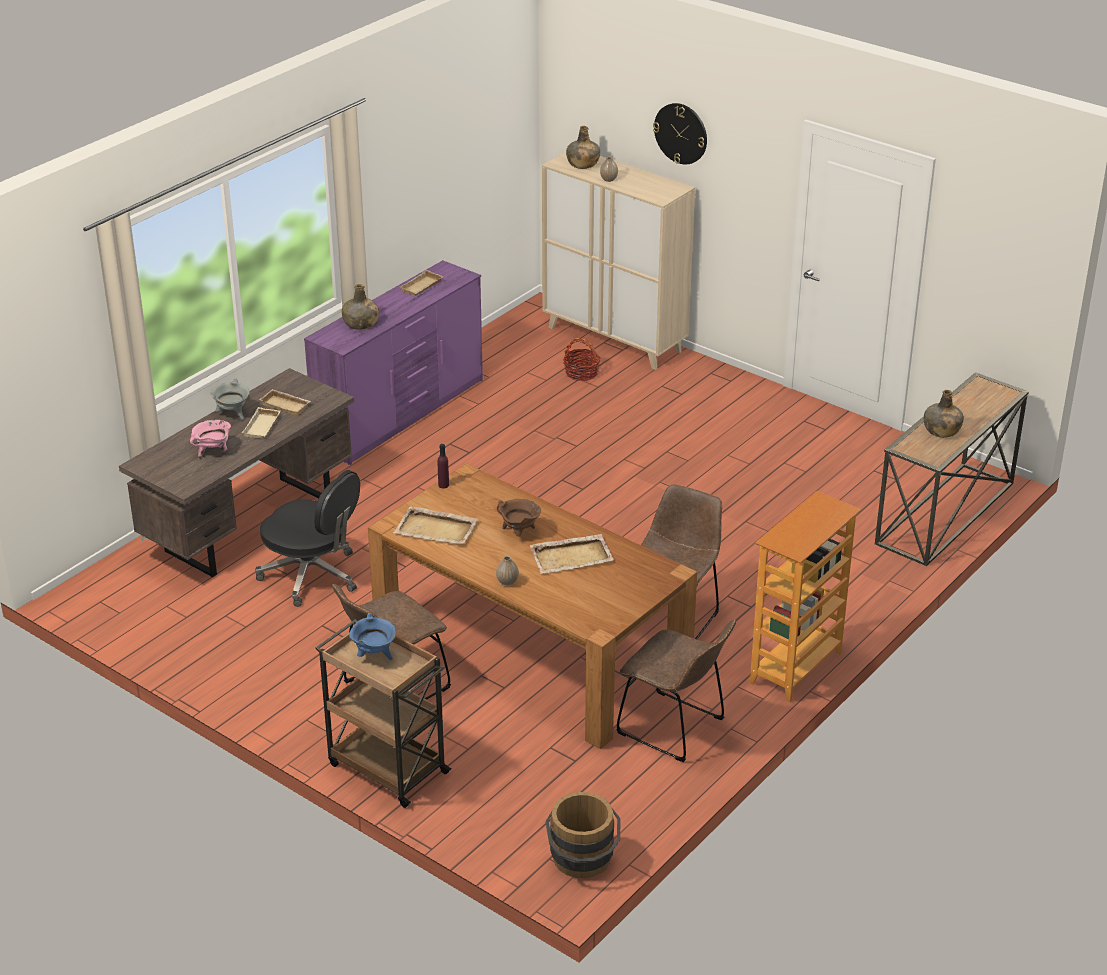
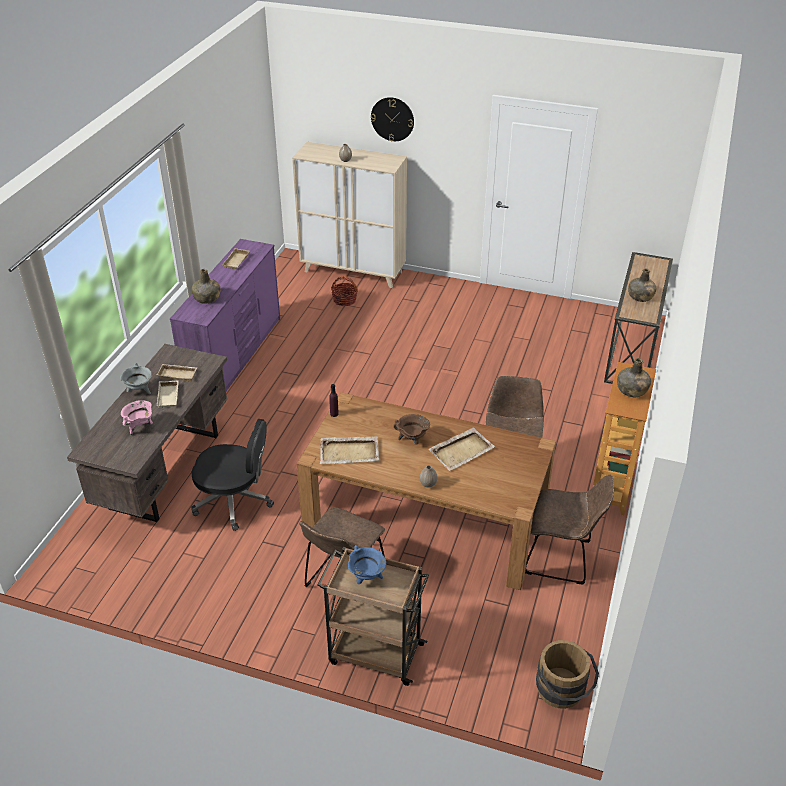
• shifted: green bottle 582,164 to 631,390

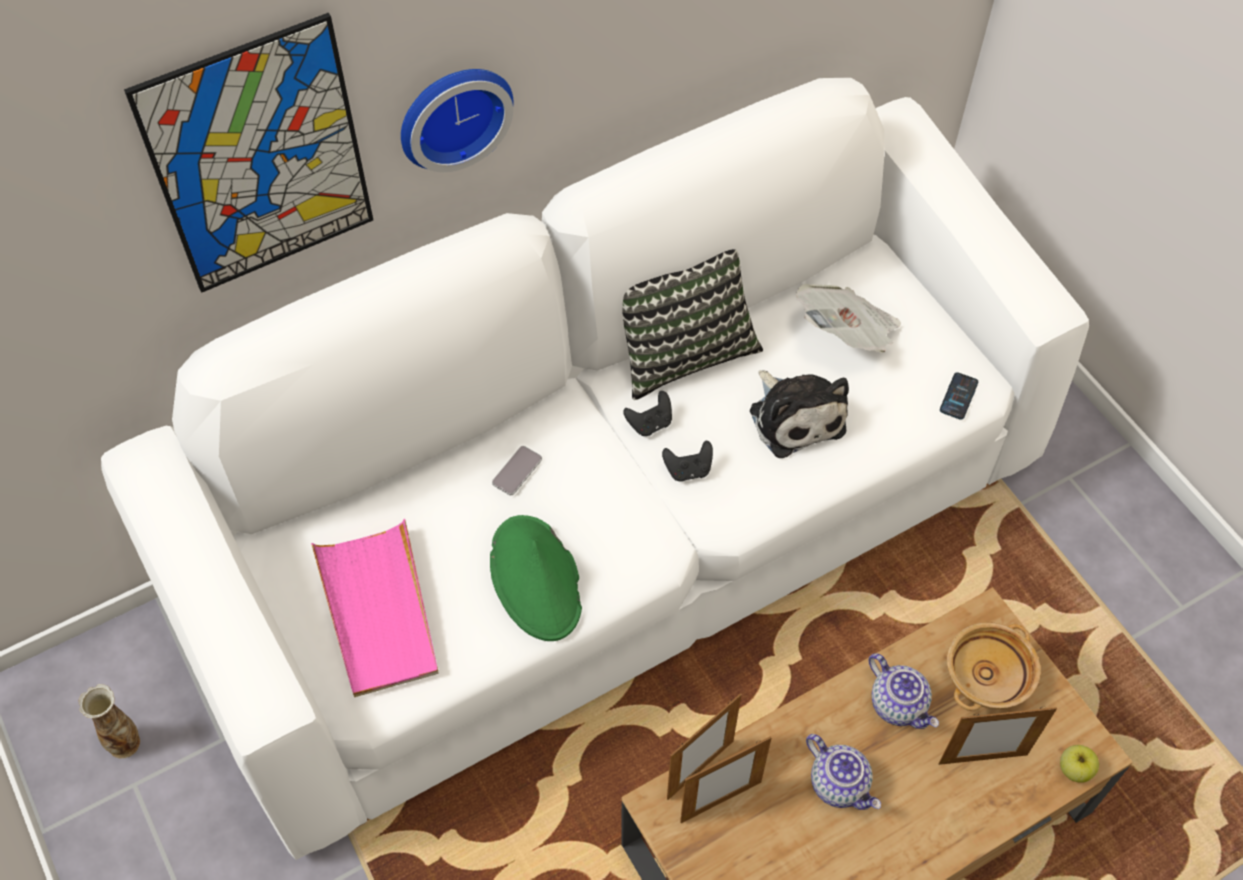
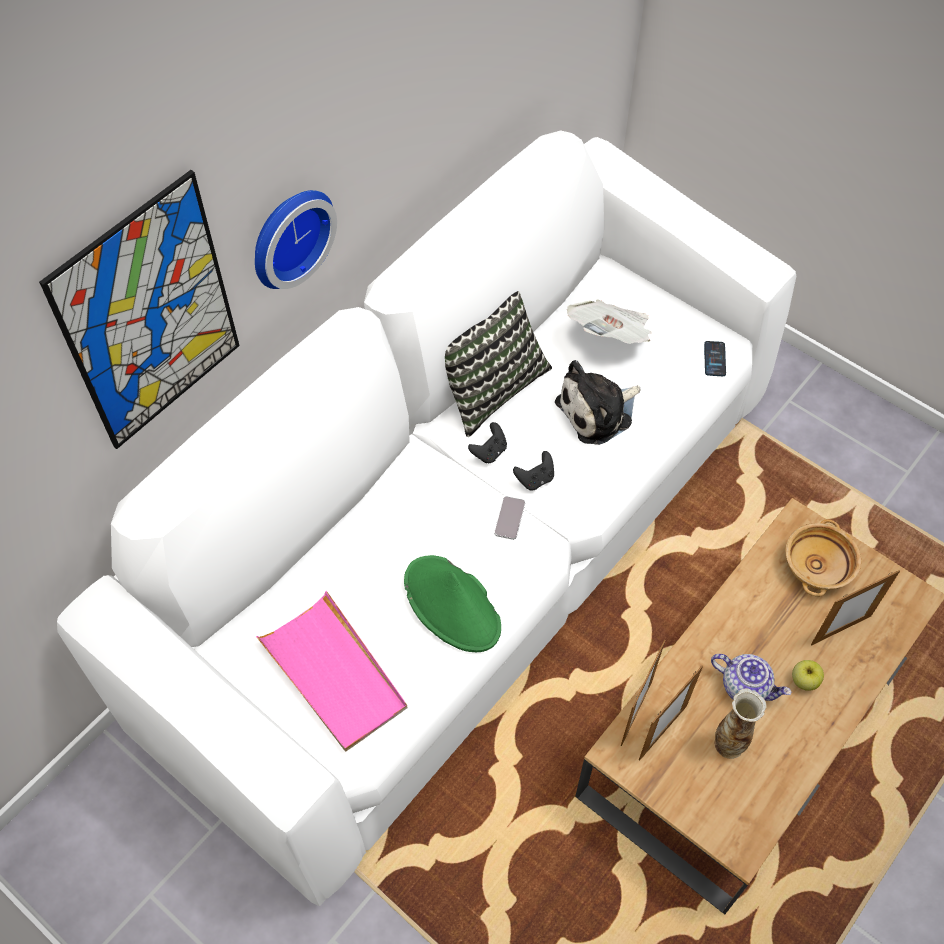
• gone: tea pot 899,704
• shifted: decorative vase 125,743 to 729,743
• shifted: handset 517,471 to 509,518
• shifted: whole apple 1074,769 to 804,680
• rotated: soft toy 795,416 = 598,412 105 degrees clockwise

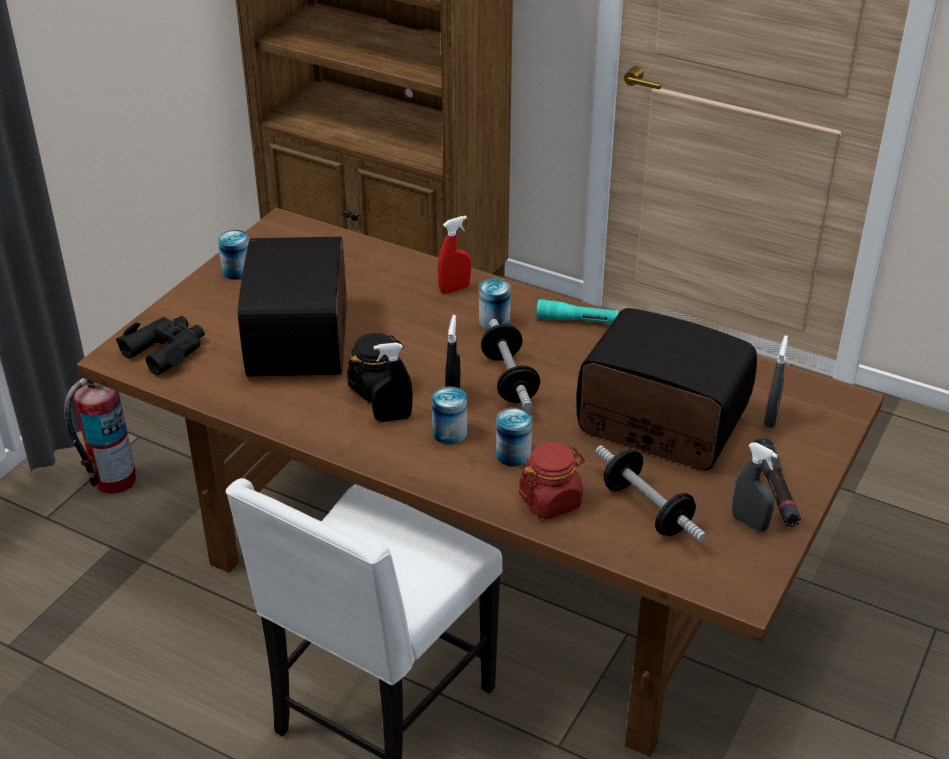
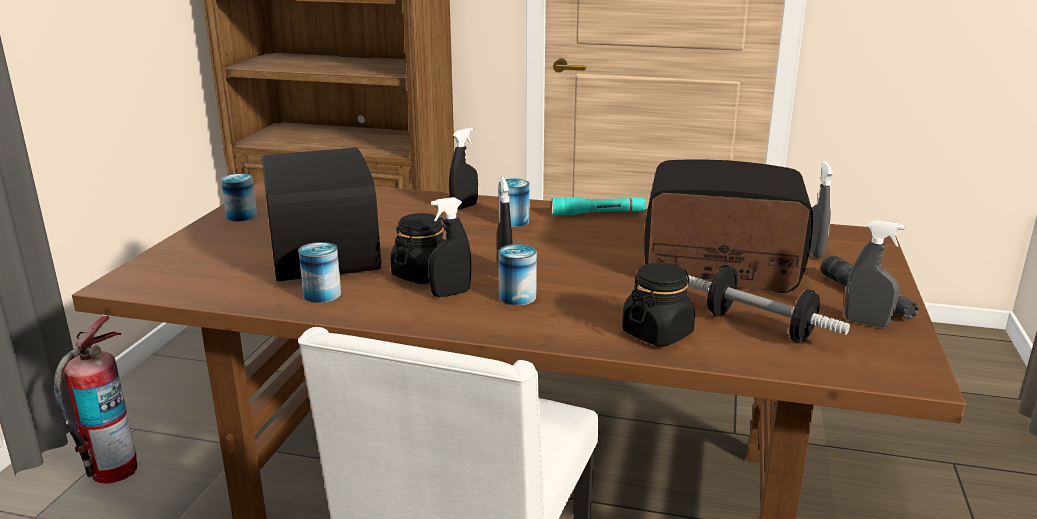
• gone: black pair of binoculars 166,350
• gone: hand weight 509,379
• shifted: can 513,454 to 322,294
• repainted: reddish hand sprayer 454,289 to black hand sprayer 464,207
• repainted: reddish storage jar 550,501 to black storage jar 657,333

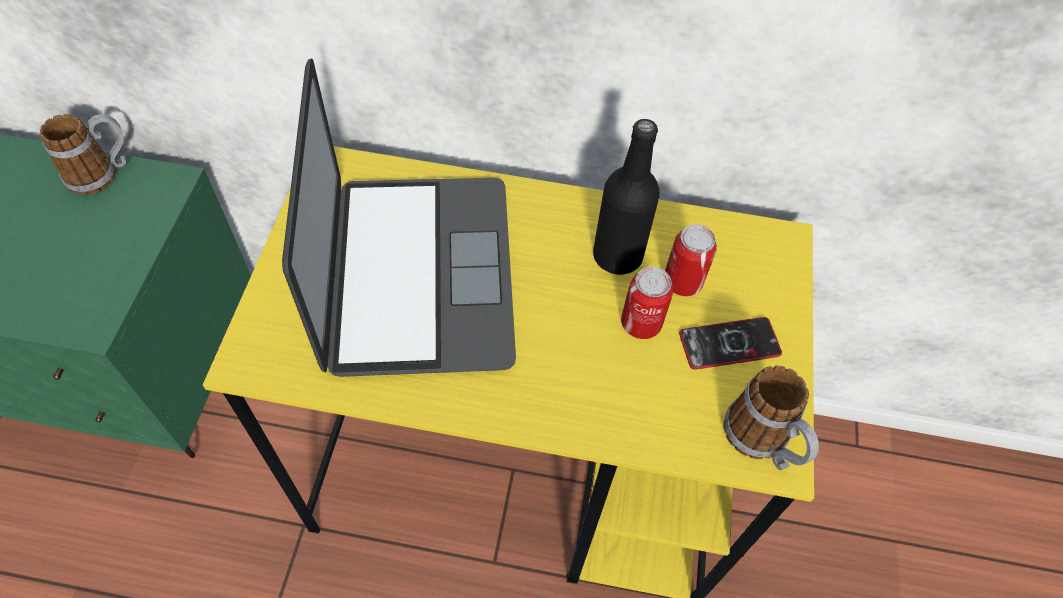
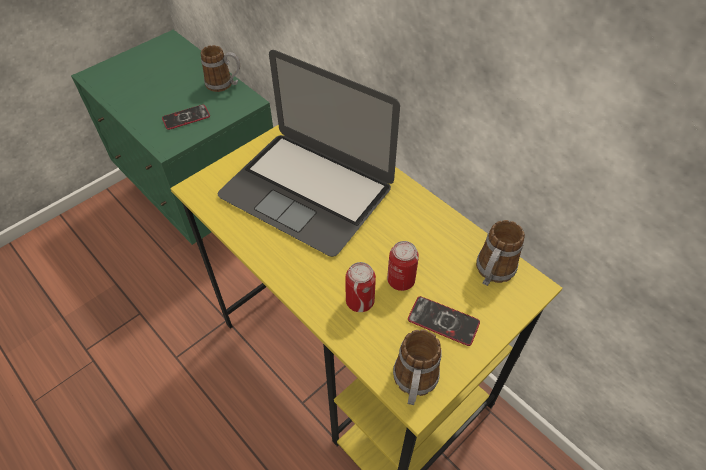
• gone: black bottle 617,256
• new: handset 186,118
• new: coffee mug 492,273
• shifted: can 682,281 to 360,301
• rotated: notebook computer 418,272 = 306,191 90 degrees clockwise

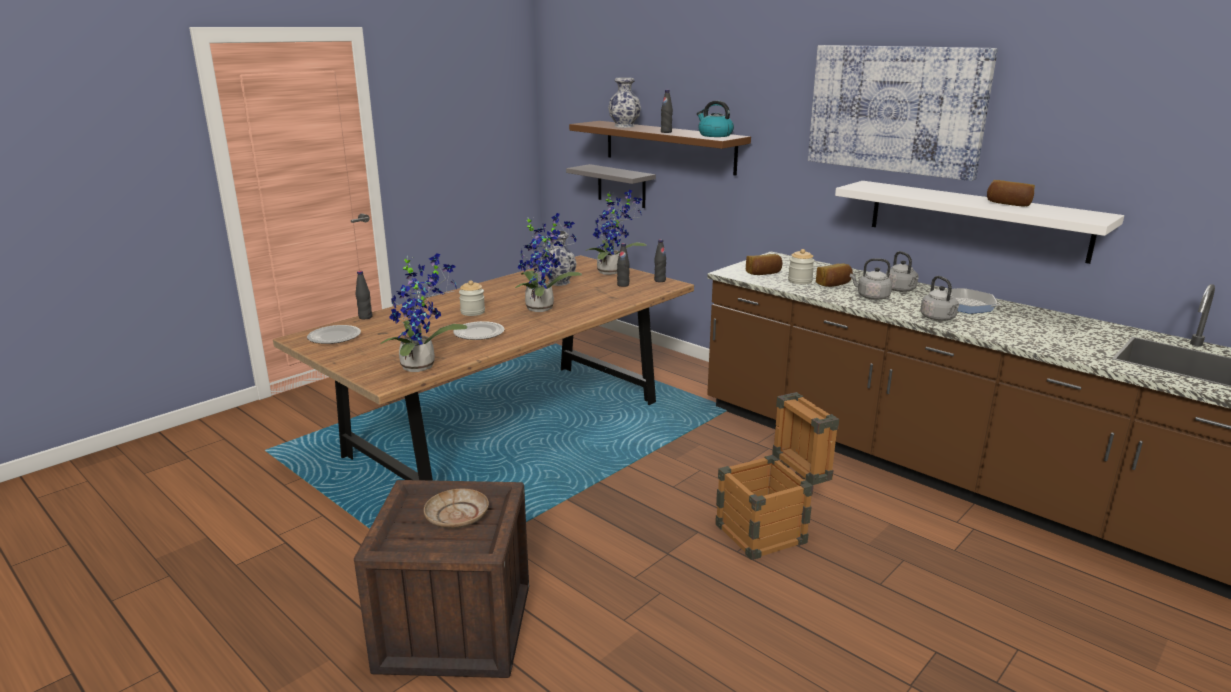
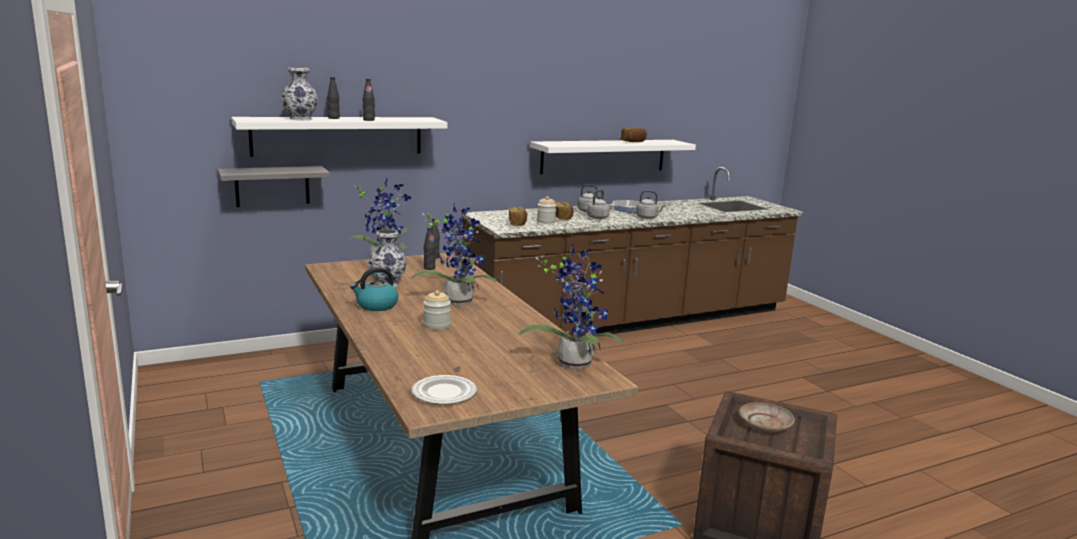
• gone: flat dish 479,333
• gone: crate 770,531
• gone: wall art 896,109
• shifted: black bottle 365,317 to 333,118
• shifted: water kettle 714,135 to 376,305
• repainted: brown bracket shelf 669,146 to white bracket shelf 338,136

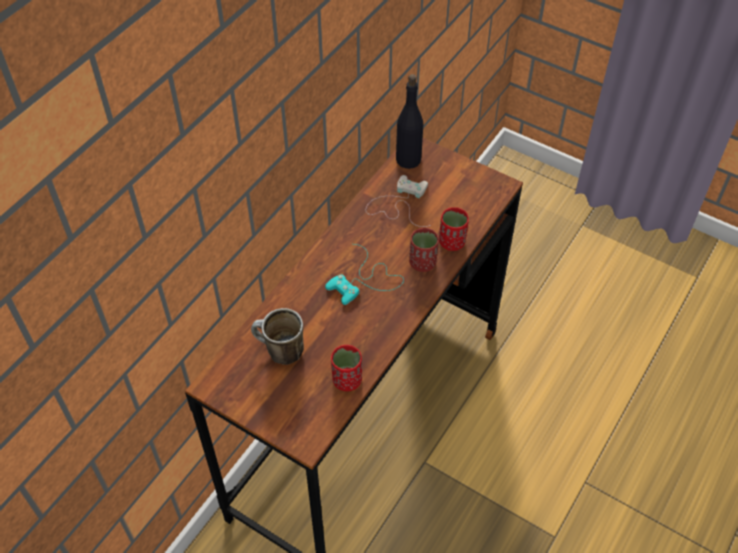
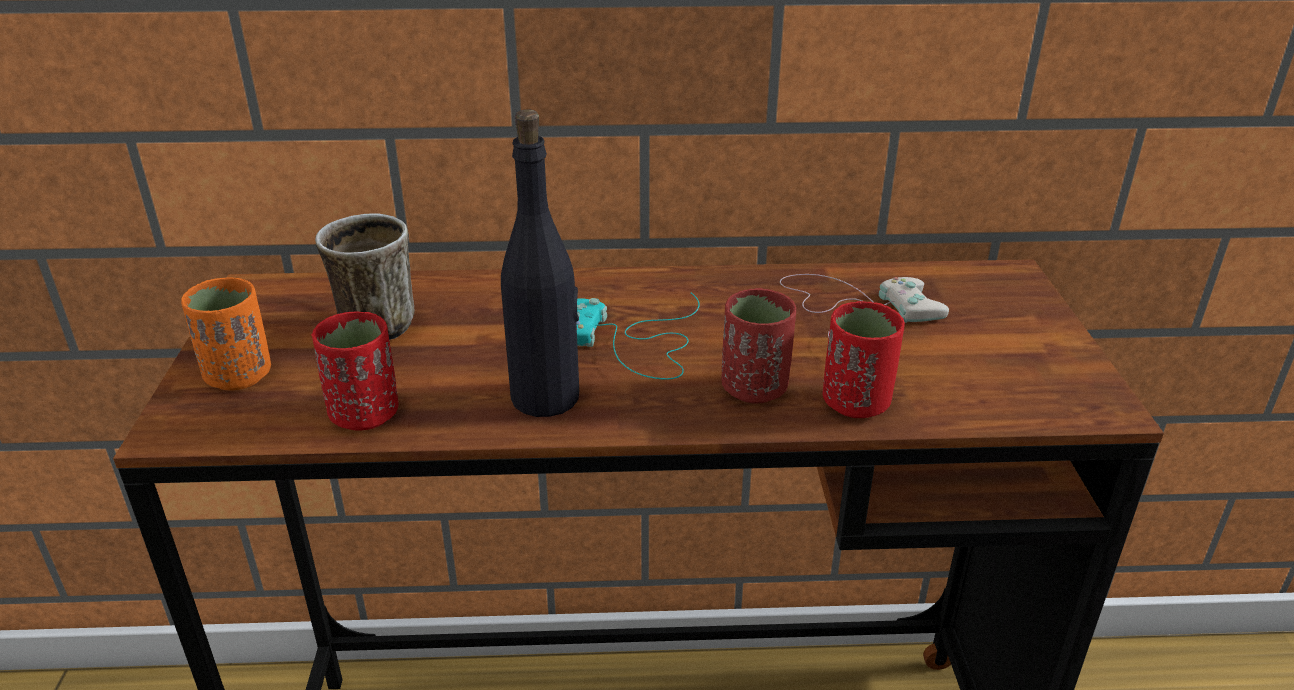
• new: orange-coloured small cup 239,376
• shifted: black bottle 408,159 to 546,397

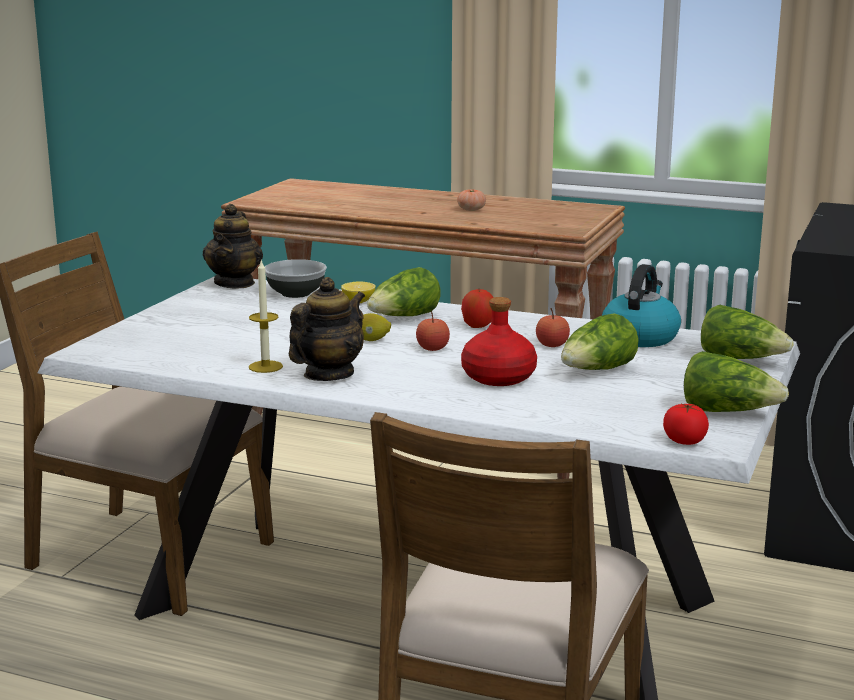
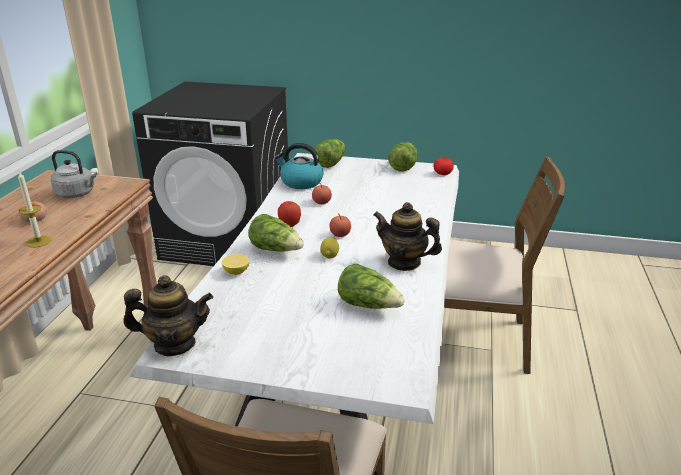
• gone: serving bowl 295,293
• gone: reddish bottle 497,377
• new: grey water kettle 77,194
• shifted: candle 265,367 to 39,241
• shifted: head of lettuce 597,371 to 368,305

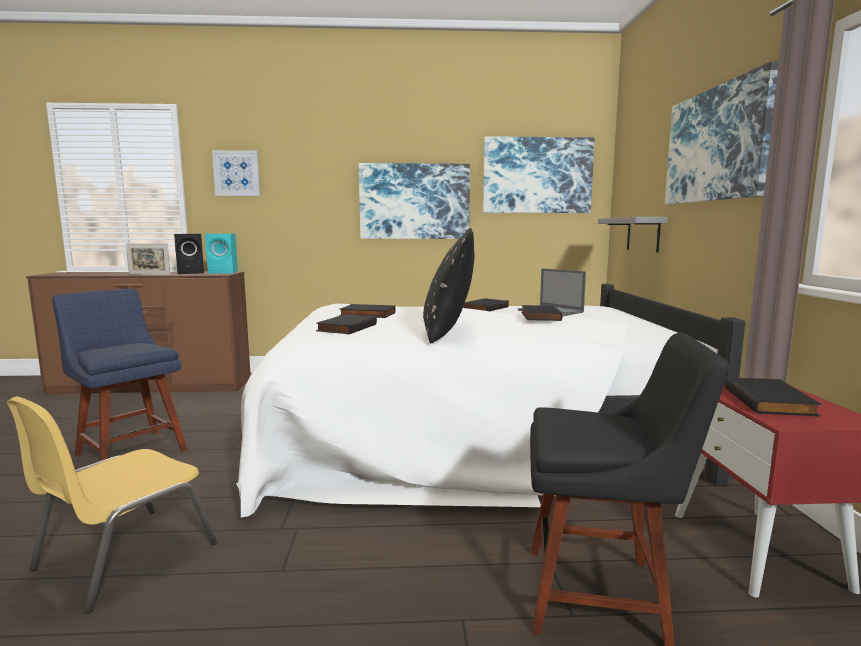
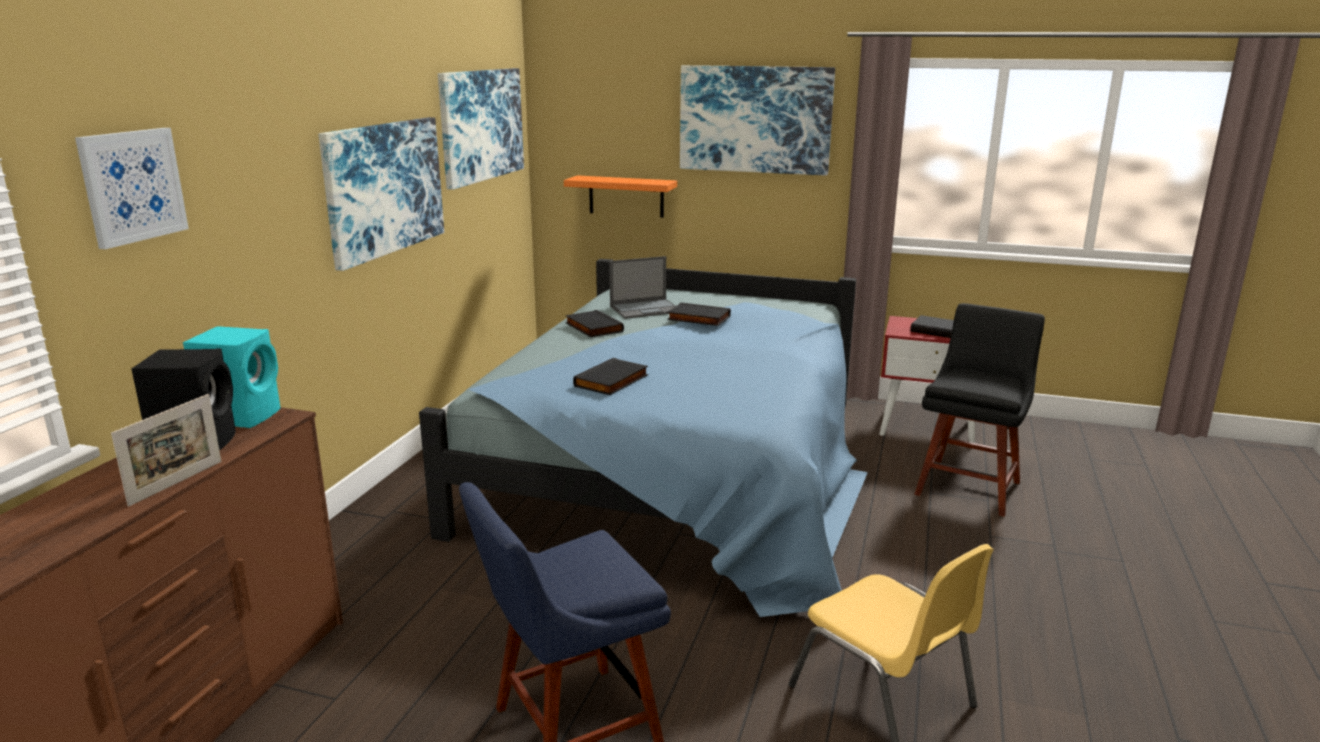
• gone: black book 346,327
• gone: black throw pillow 448,332
• repainted: white bedroom bed 471,432 to bluish bedroom bed 681,469
• repainted: grey bracket shelf 643,234 to orange-coloured bracket shelf 626,196

